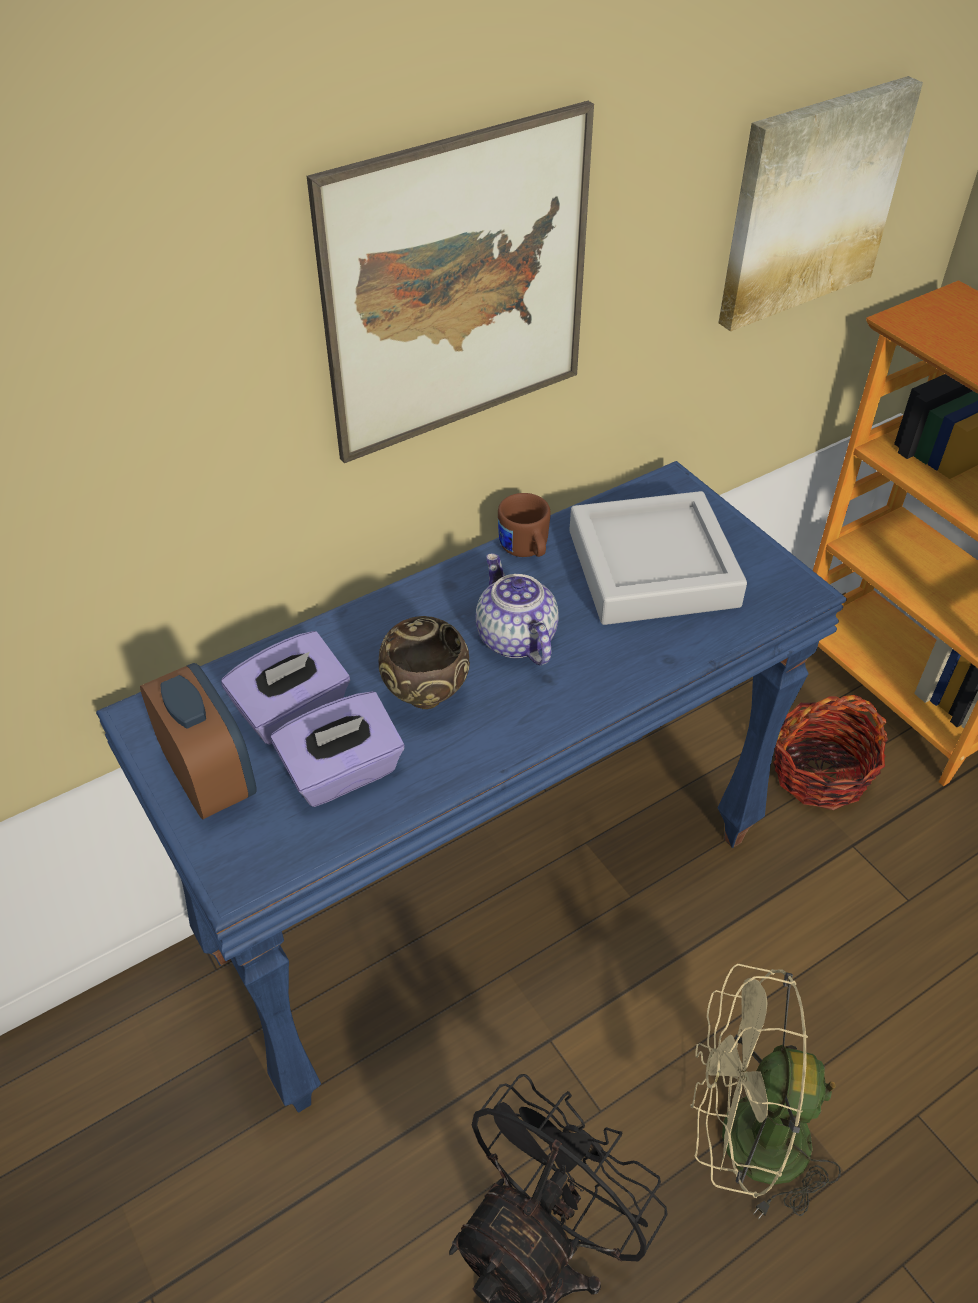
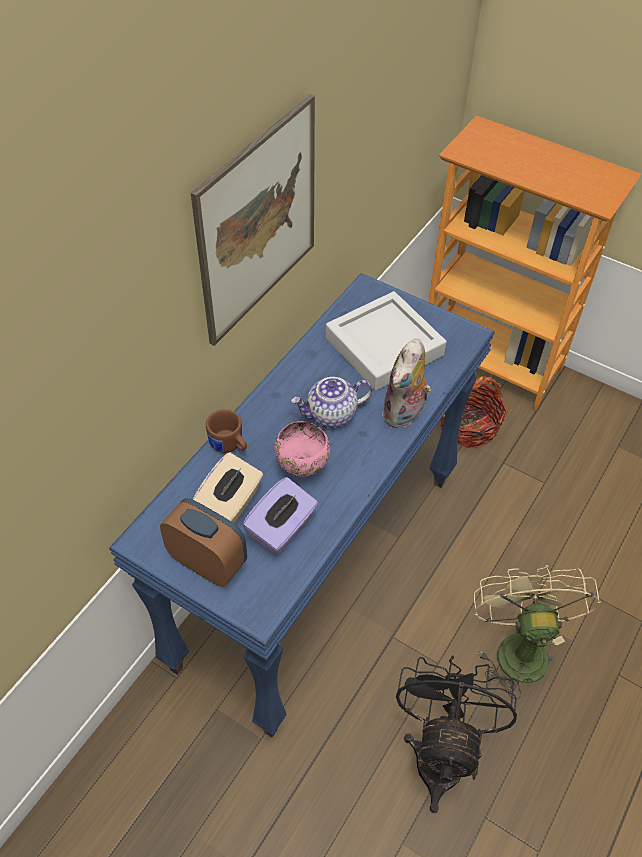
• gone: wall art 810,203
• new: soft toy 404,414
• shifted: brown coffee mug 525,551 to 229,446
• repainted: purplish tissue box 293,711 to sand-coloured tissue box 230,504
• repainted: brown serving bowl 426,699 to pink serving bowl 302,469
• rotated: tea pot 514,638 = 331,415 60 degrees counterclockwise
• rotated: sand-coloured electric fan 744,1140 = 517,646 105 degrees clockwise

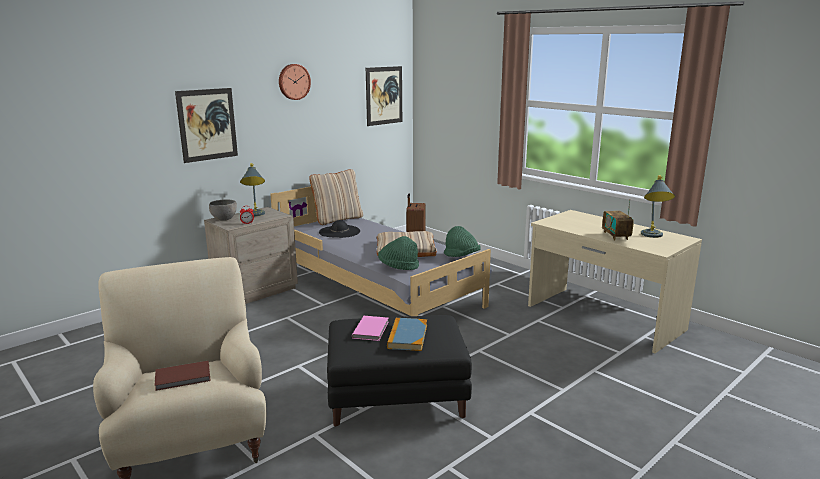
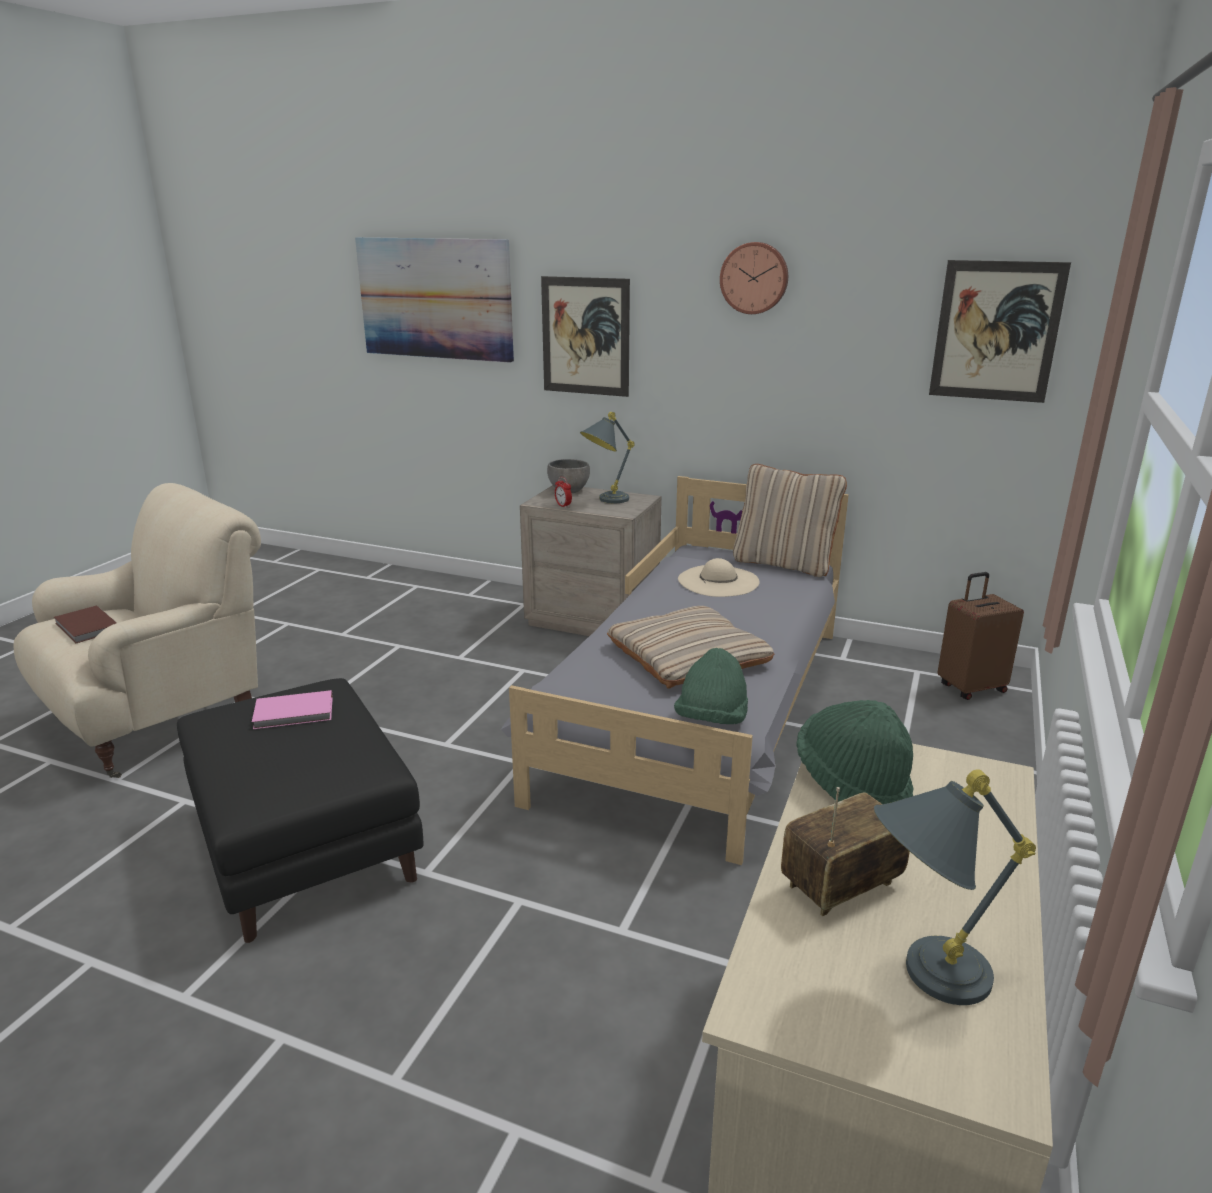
• gone: book 407,336
• new: wall art 435,298
• shifted: green clothing hat 398,267 to 853,782
• repainted: black clothing hat 339,231 to sand-coloured clothing hat 718,581

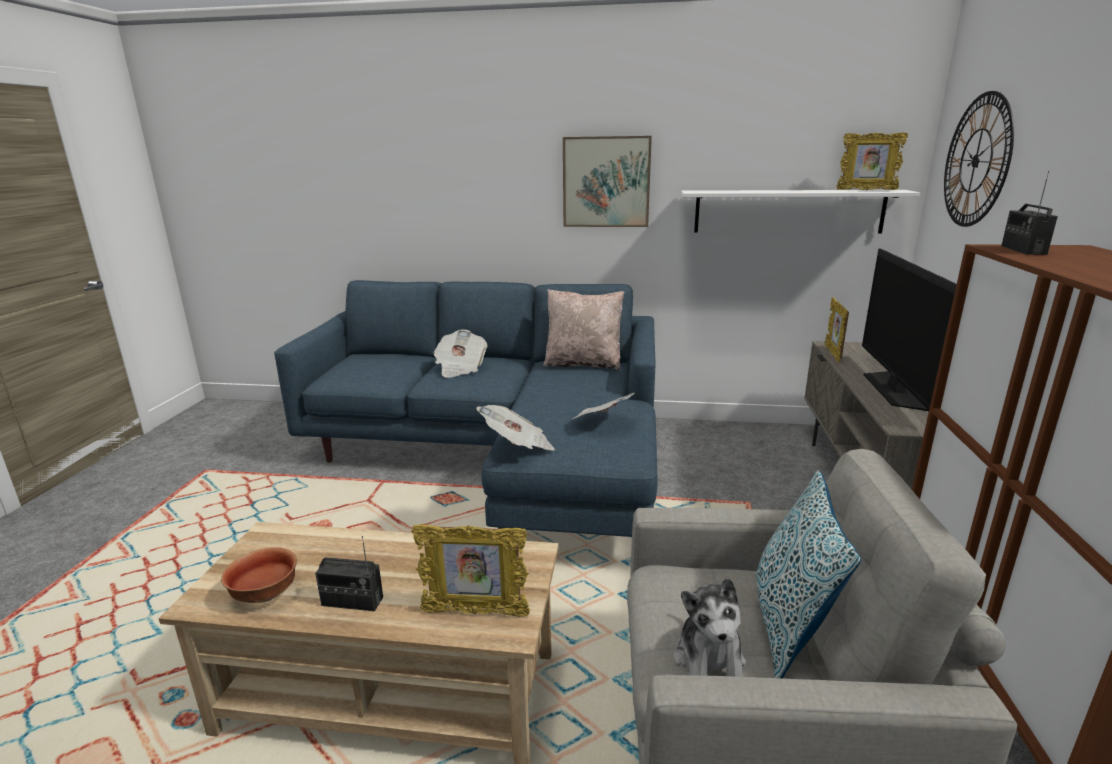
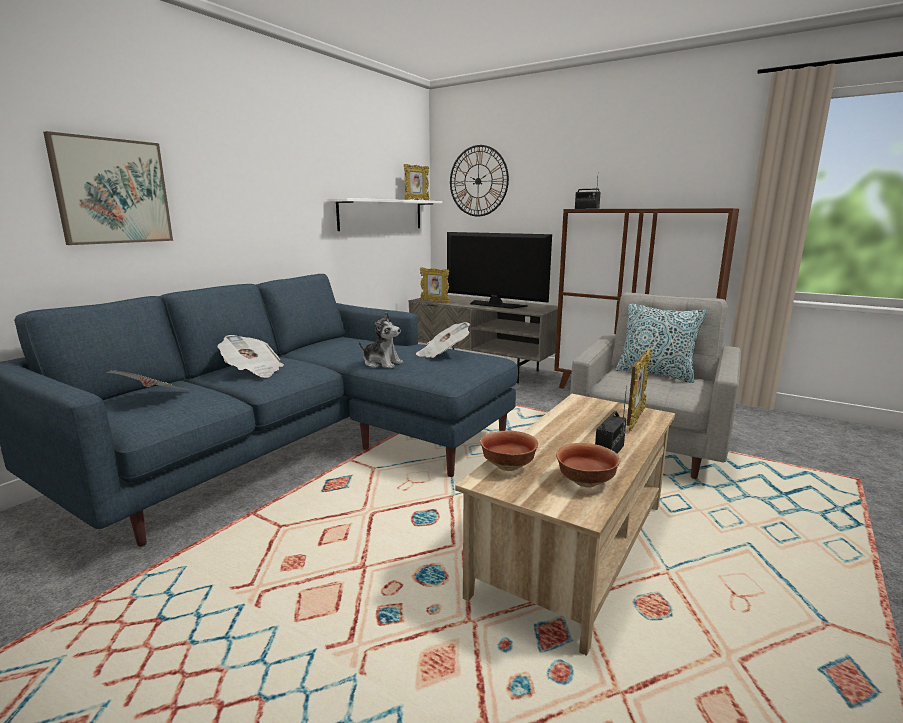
• gone: sand-coloured throw pillow 583,364
• new: serving bowl 507,466
• shifted: printed paper 517,446 to 154,398
• shifted: wall art 606,182 to 112,191
• shifted: soft toy 710,663 to 382,363

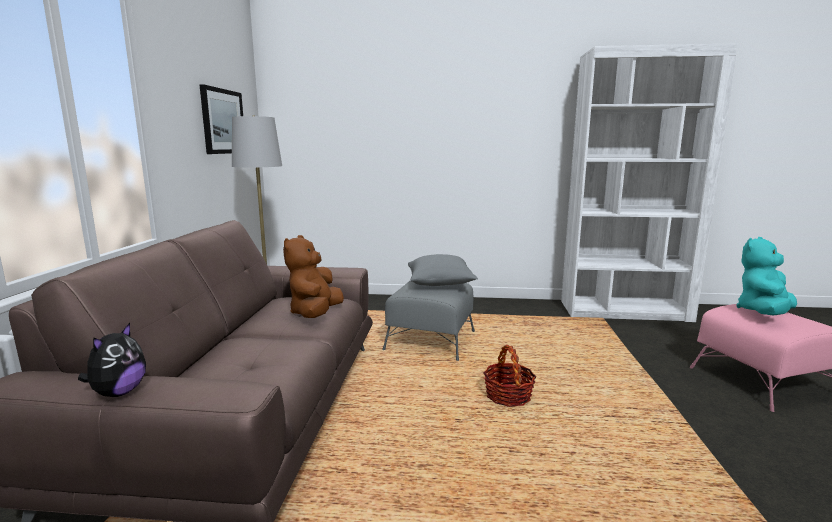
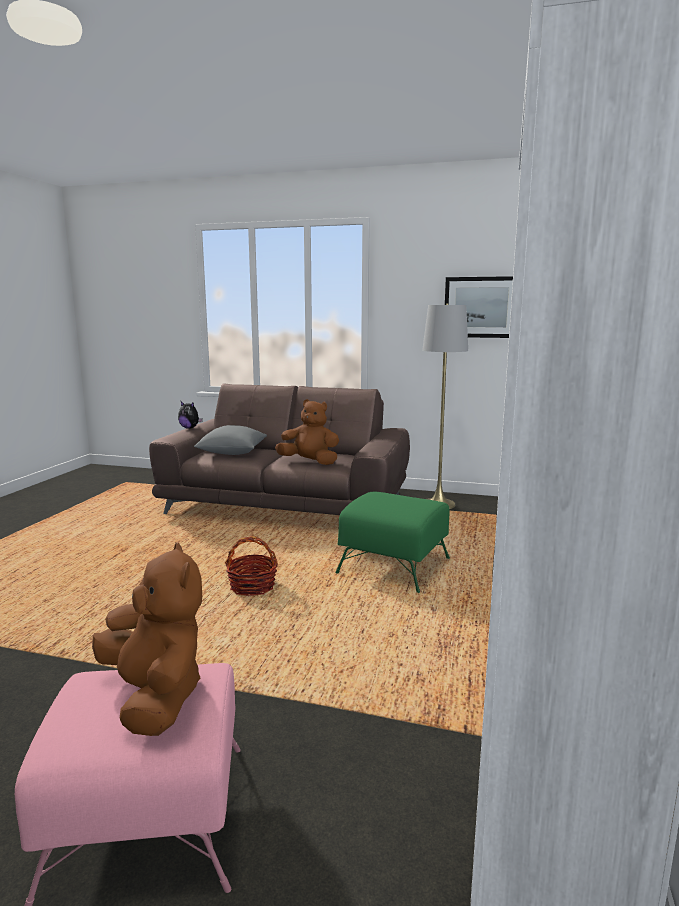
• shifted: grey throw pillow 440,284 to 232,453
• repainted: grey pouffe 431,340 to green pouffe 394,566
• repainted: turquoise-coloured soft toy 764,313 to brown soft toy 155,696

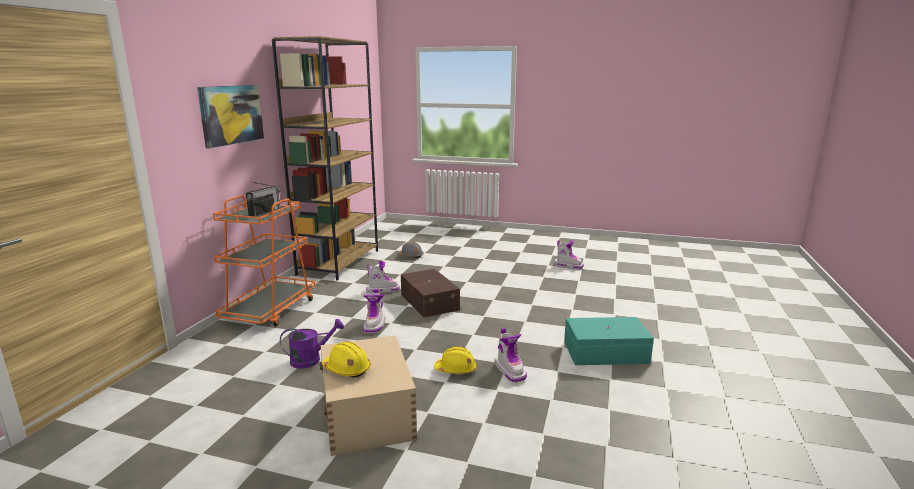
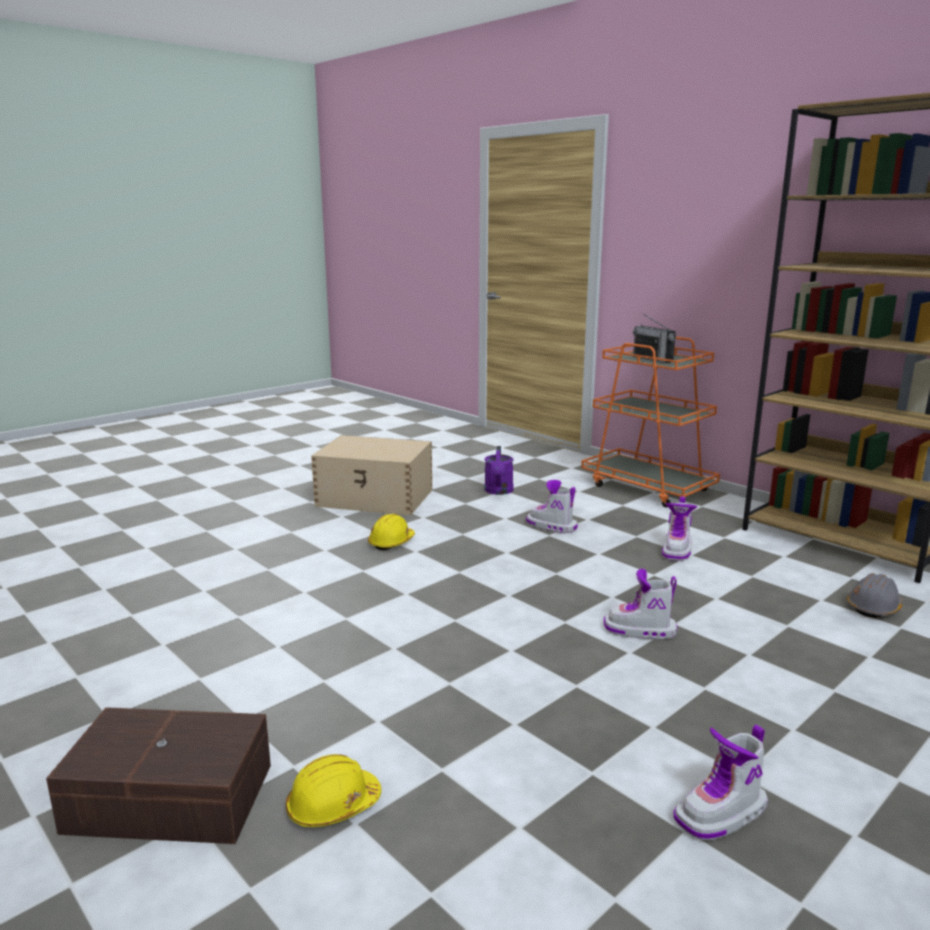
• gone: wall art 231,114
• gone: turquoise-coloured storage box 606,353
• shifted: yellow hard hat 347,369 to 333,806
• shifted: brown storage box 430,301 to 170,800
• shifted: high-top boot 510,371 to 640,630

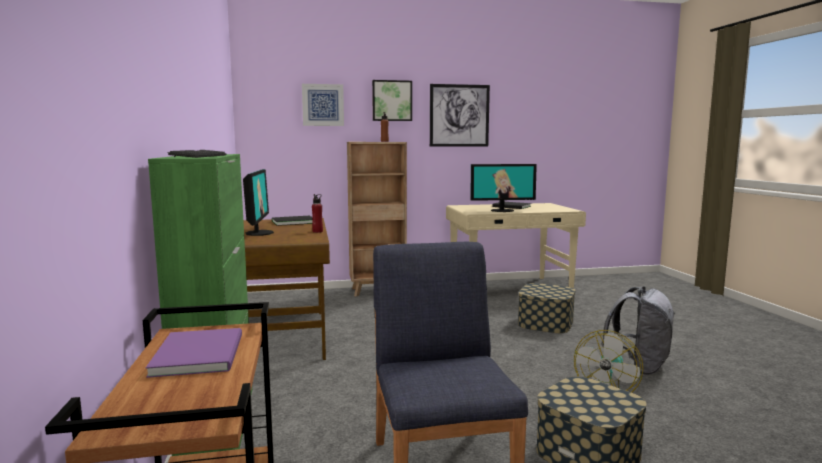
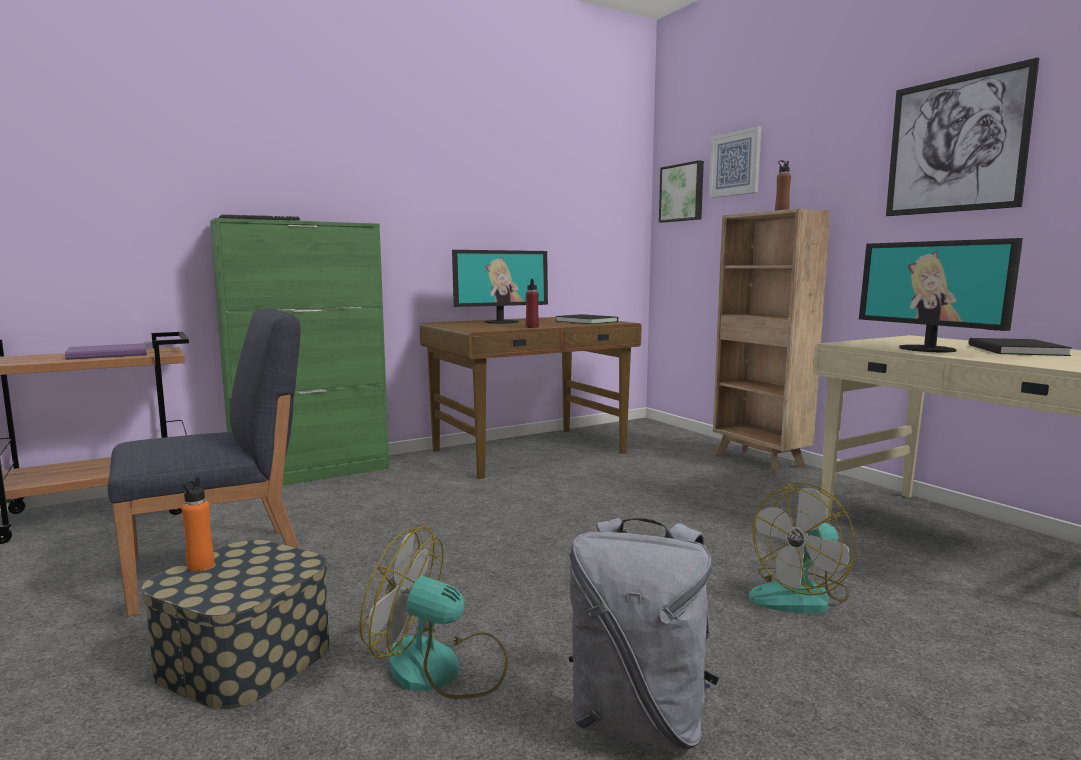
• new: orange-coloured bottle 200,566
• shifted: wall art 392,101 to 682,193
• swapped: storage box 545,323 to electric fan 801,595

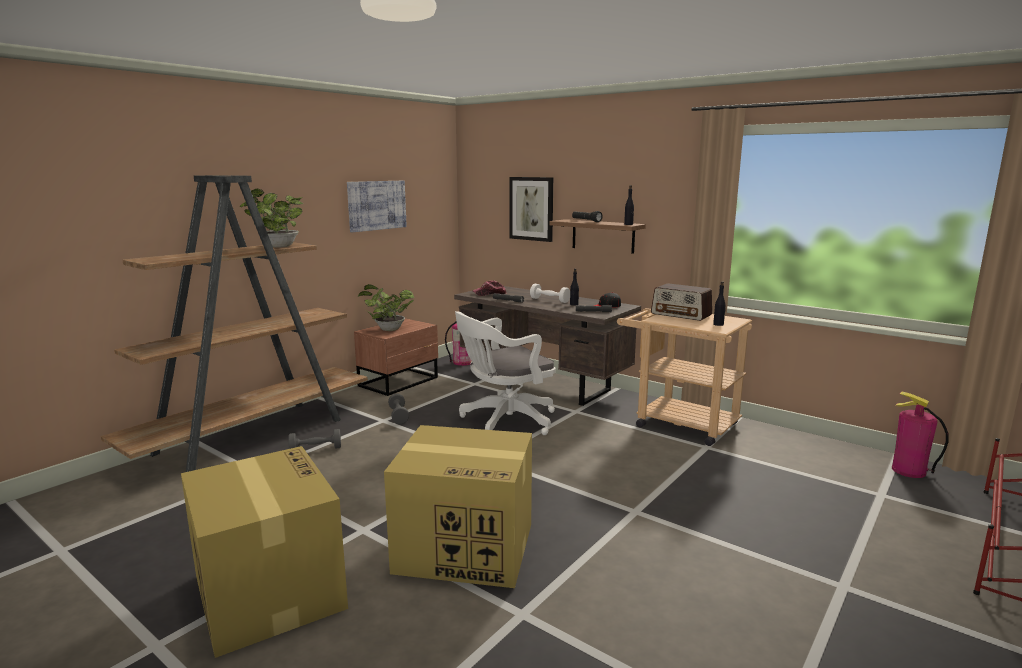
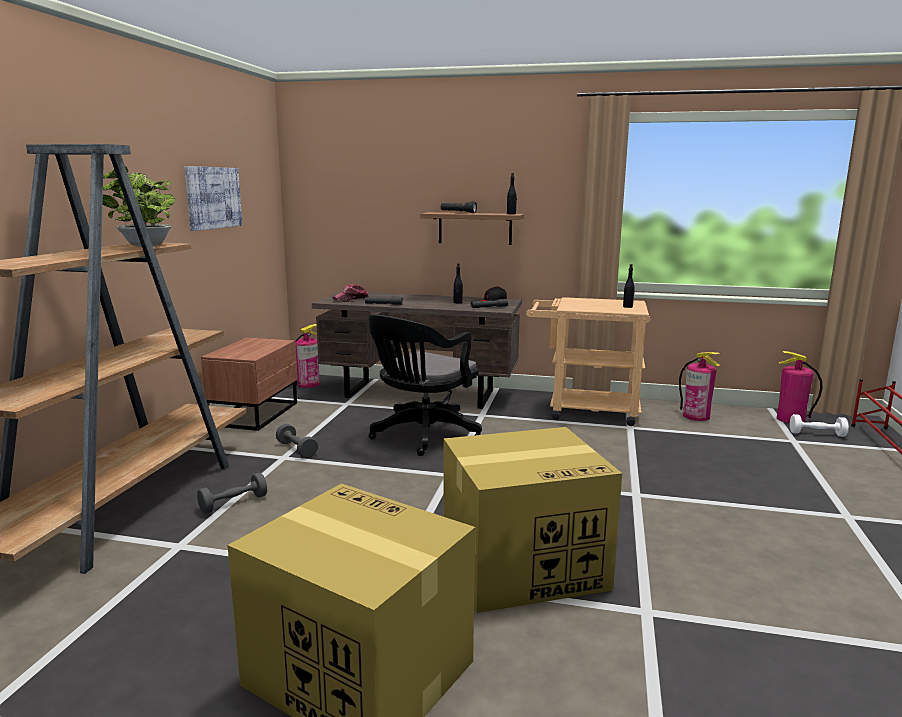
• gone: potted plant 387,329
• gone: wall art 531,208
• gone: radio 681,314
• new: extinguisher 696,416
• shifted: white hand weight 549,300 to 817,434
• repainted: white computer chair 504,421 to black computer chair 422,436

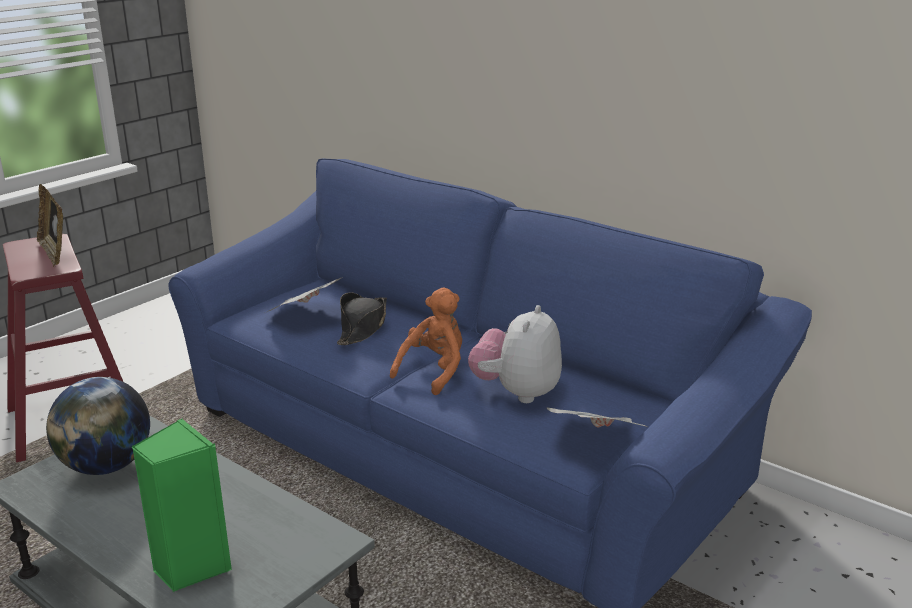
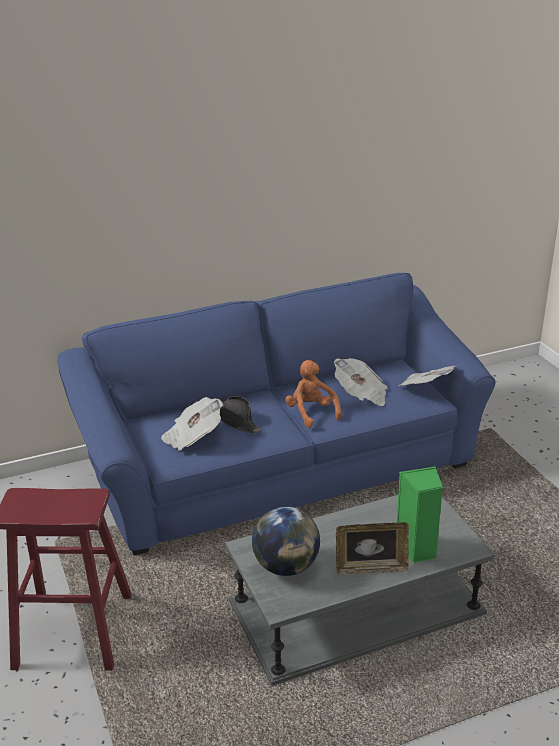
• shifted: standing frame 55,253 to 371,568
• swapped: soft toy 516,392 to printed paper 361,395

